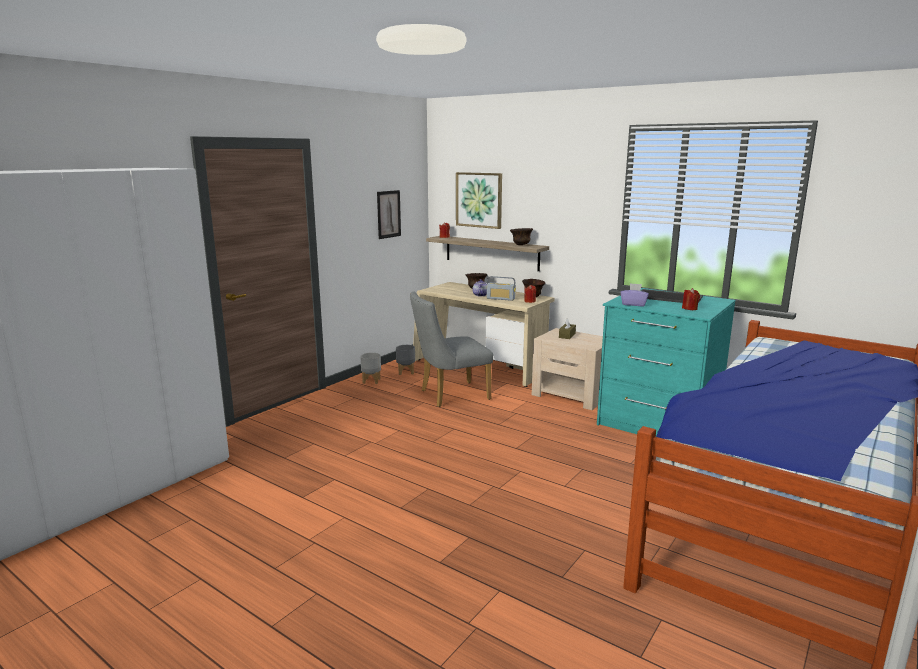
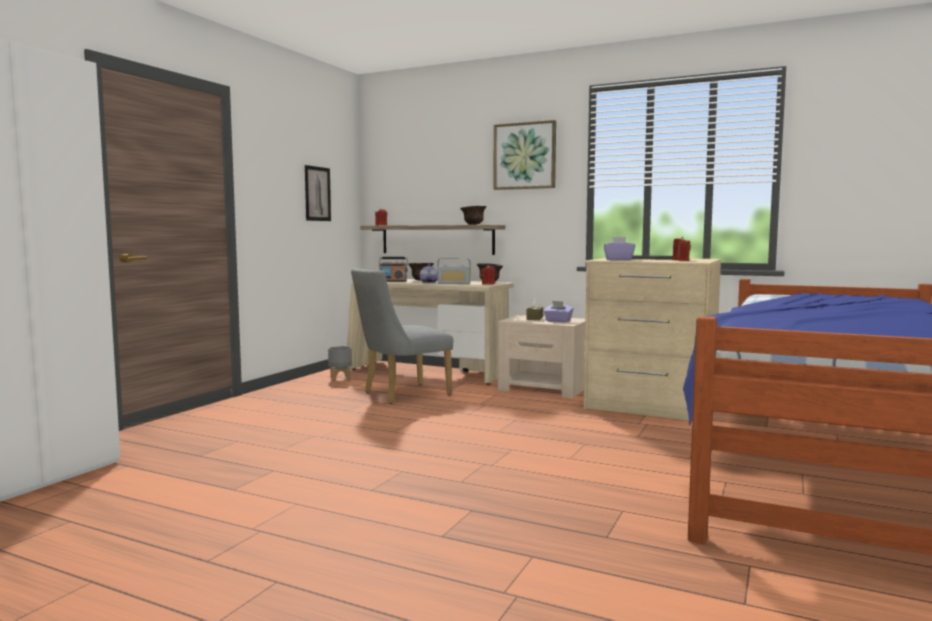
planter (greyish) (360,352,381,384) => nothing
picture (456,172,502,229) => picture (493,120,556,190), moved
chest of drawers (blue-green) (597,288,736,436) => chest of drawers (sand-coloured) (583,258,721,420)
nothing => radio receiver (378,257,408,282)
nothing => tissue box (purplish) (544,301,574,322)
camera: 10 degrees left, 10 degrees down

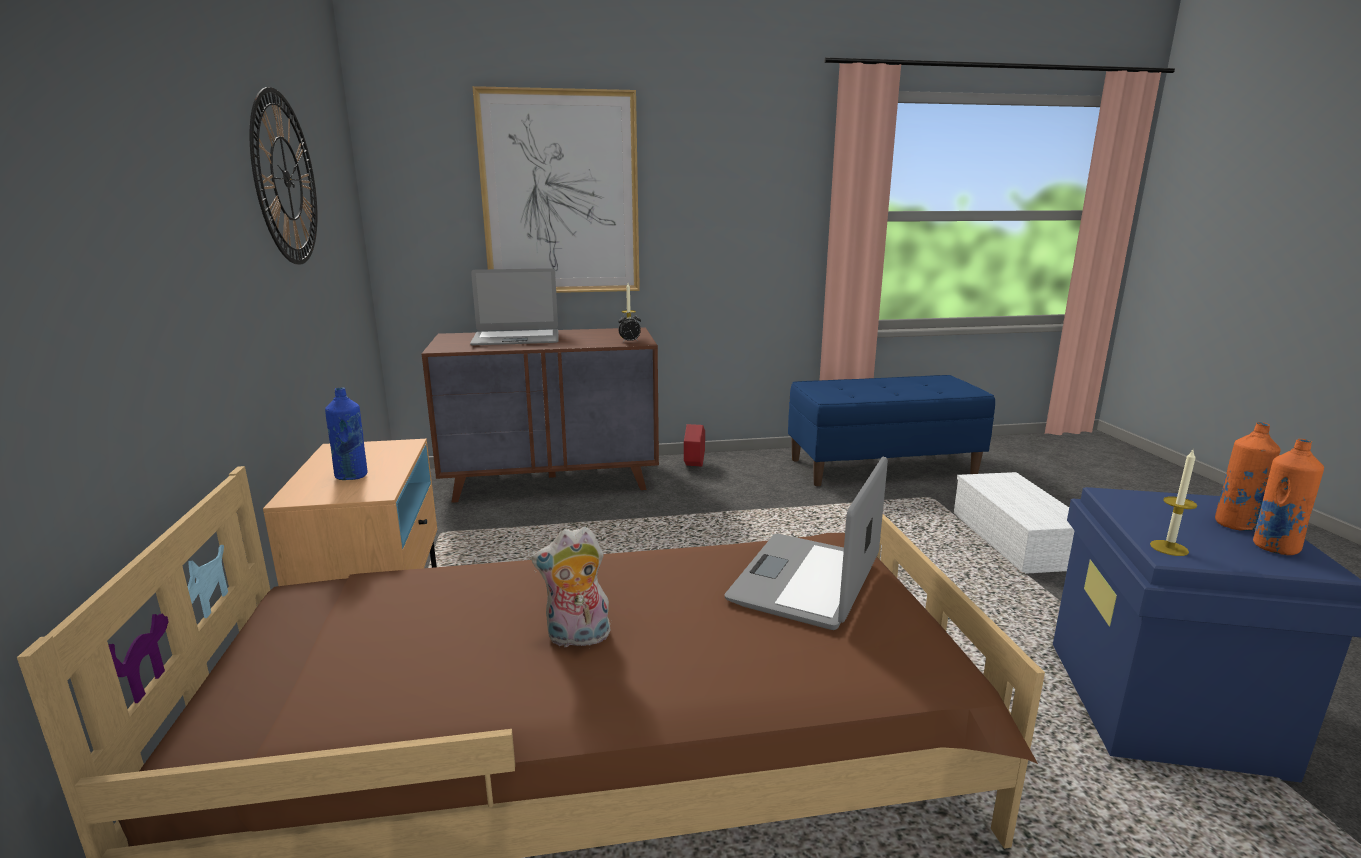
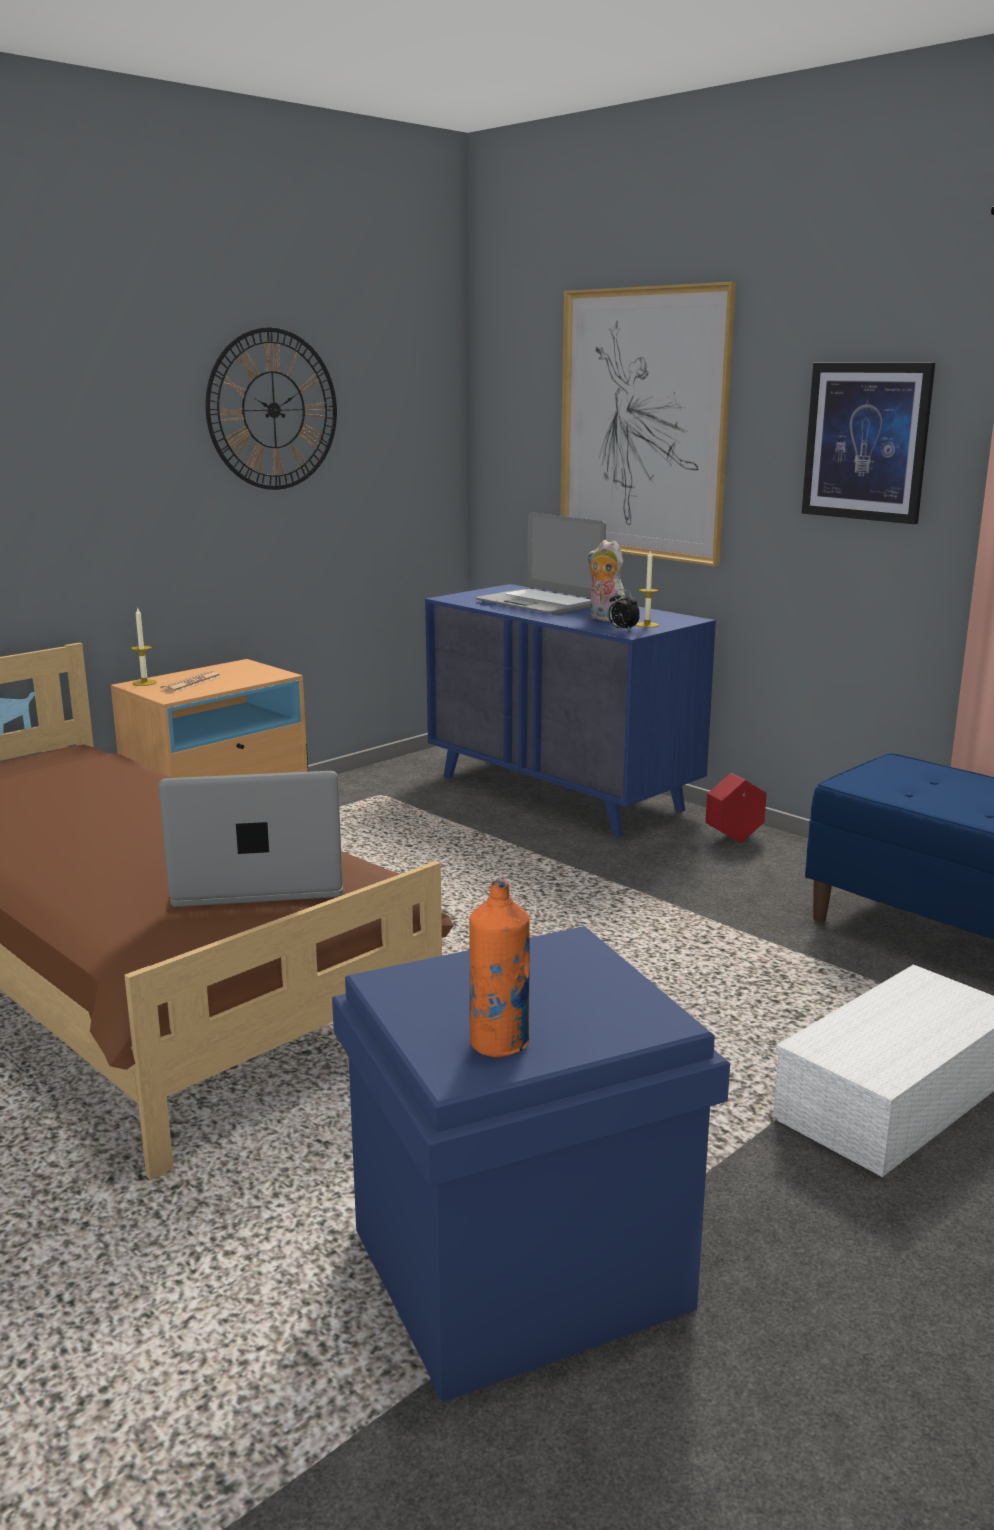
bottle (blue) (325,388,368,480) => daily paper (160,671,222,692)
chest of drawers (brown) (421,327,659,503) => chest of drawers (blue) (425,584,716,837)
soft toy (531,526,610,647) => soft toy (588,540,626,622), moved
wax light (1150,450,1198,556) => wax light (131,607,157,686), moved
bottle (orange-coloured) (1215,422,1281,531) => nothing
nothing => picture (802,363,935,524)
camera: 55 degrees right, 0 degrees up

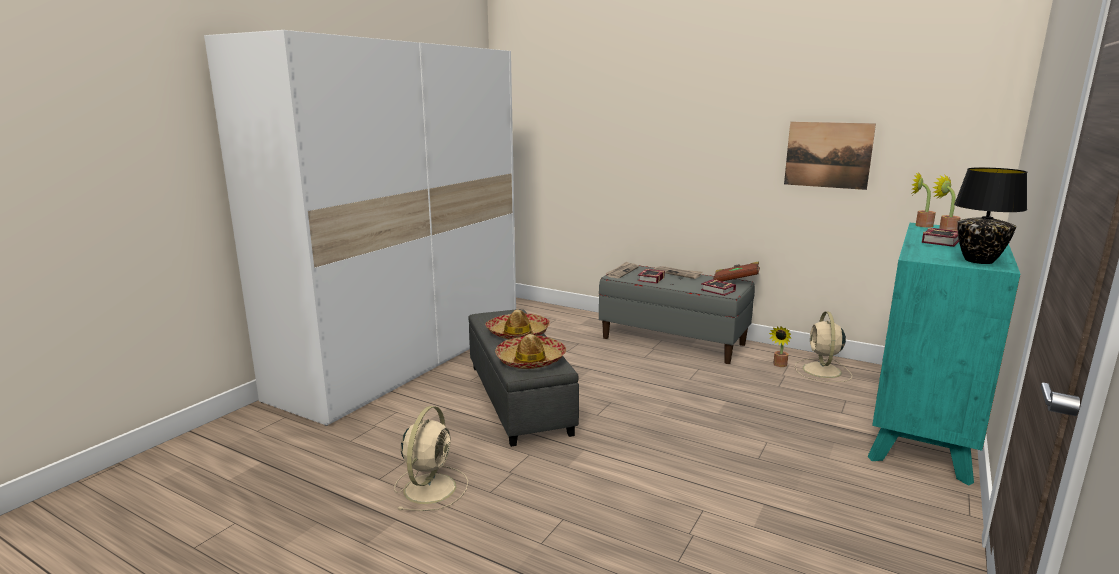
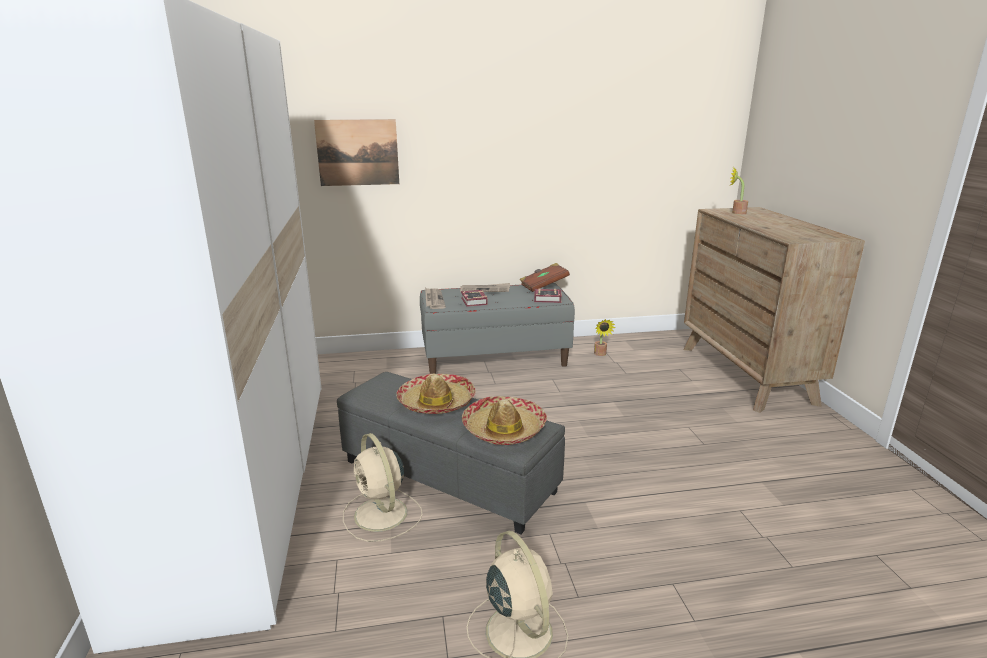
picture (784,122,876,190) => picture (314,119,399,186), moved
cooling fan (sand-coloured) (795,311,852,382) => cooling fan (sand-coloured) (343,433,422,542), moved
chest of drawers (blue-green) (867,223,1020,486) => chest of drawers (brown) (684,207,865,413)
houseplant (911,172,936,228) => nothing
bound book (922,228,959,247) => nothing
table lamp (blackish) (954,167,1028,264) => nothing
camera: 40 degrees left, 5 degrees up

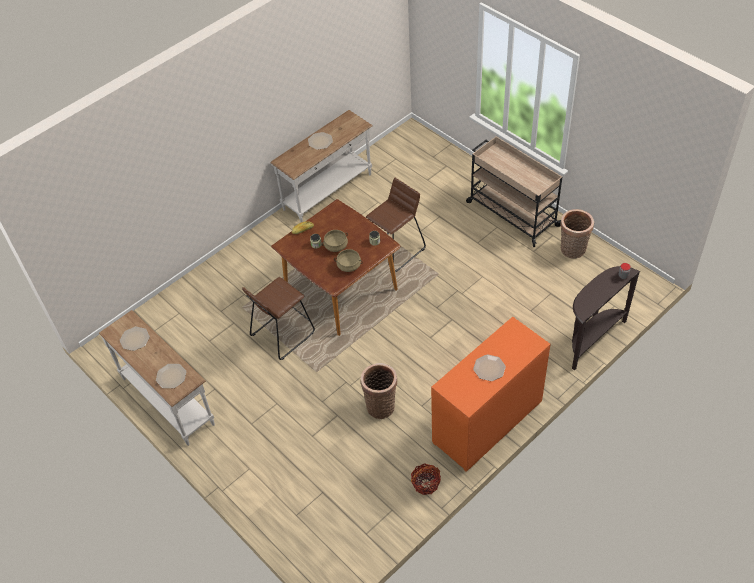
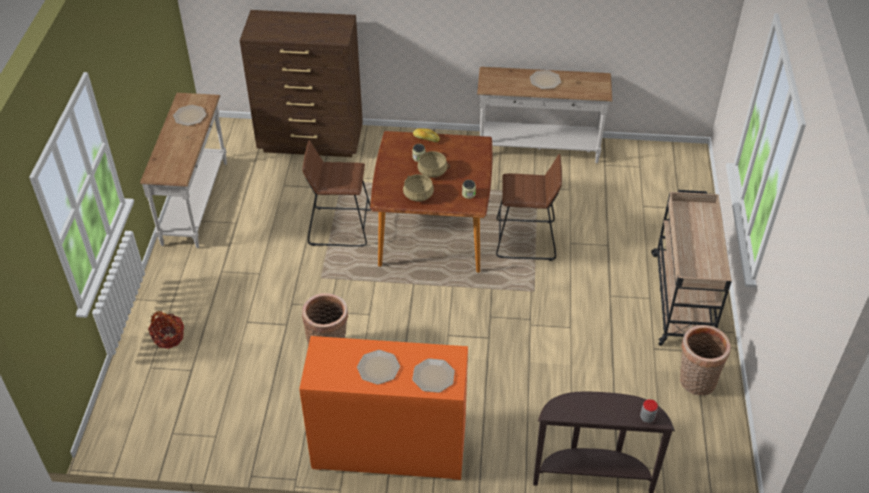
flat dish (156,364,186,388) => flat dish (412,358,455,393), moved
household basket (411,463,441,495) => household basket (148,311,184,349), moved
nothing => chest of drawers (brown) (239,10,363,157)
camera: 45 degrees right, 5 degrees down

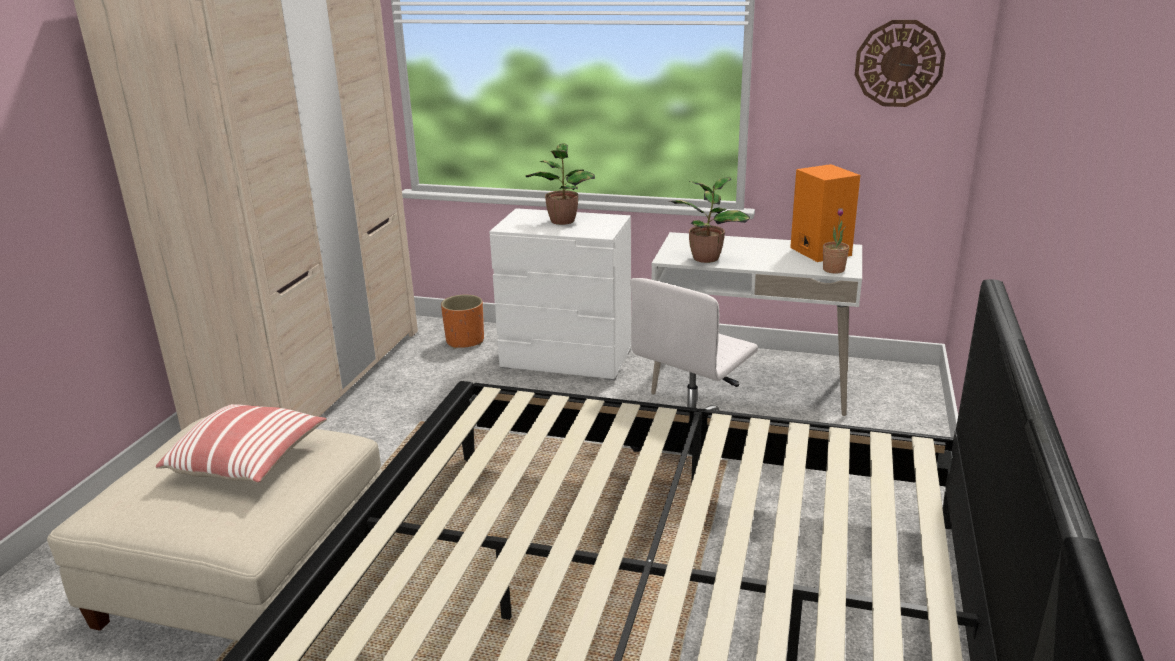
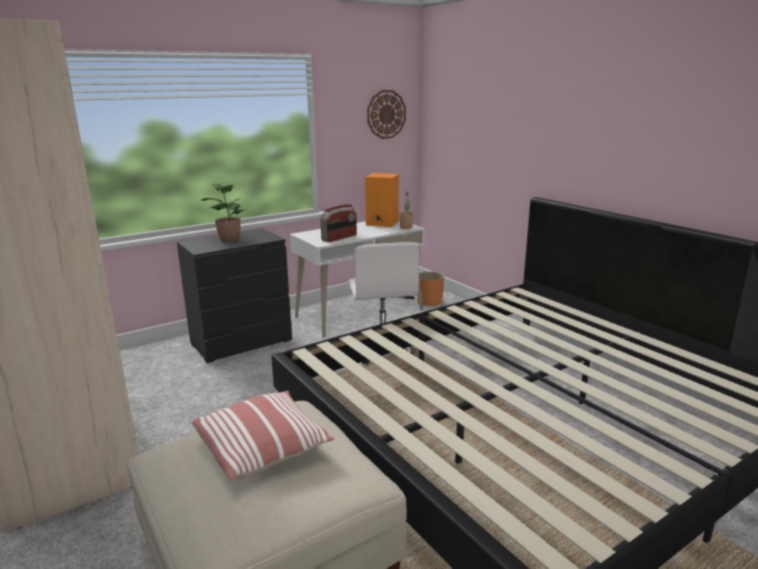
planter (orange-coloured) (441,295,484,349) => planter (orange-coloured) (417,271,444,307), moved
chest of drawers (whitish) (489,208,631,380) => chest of drawers (blackish) (177,228,292,363)
houseplant (670,177,750,263) => radio receiver (321,204,357,242)
camera: 50 degrees left, 5 degrees down

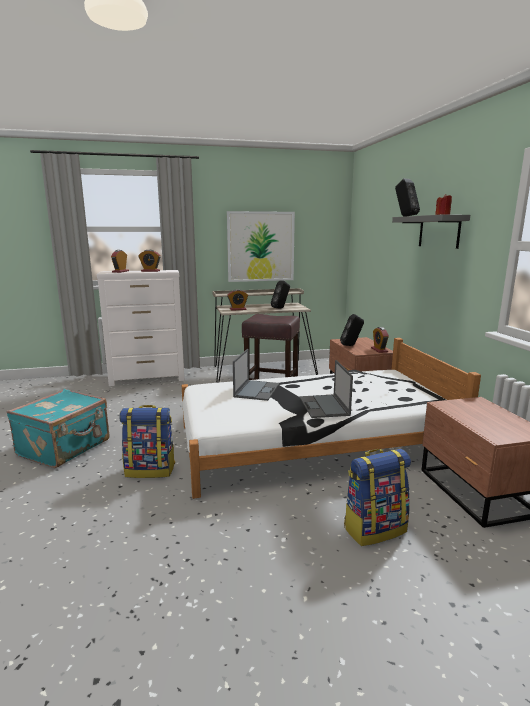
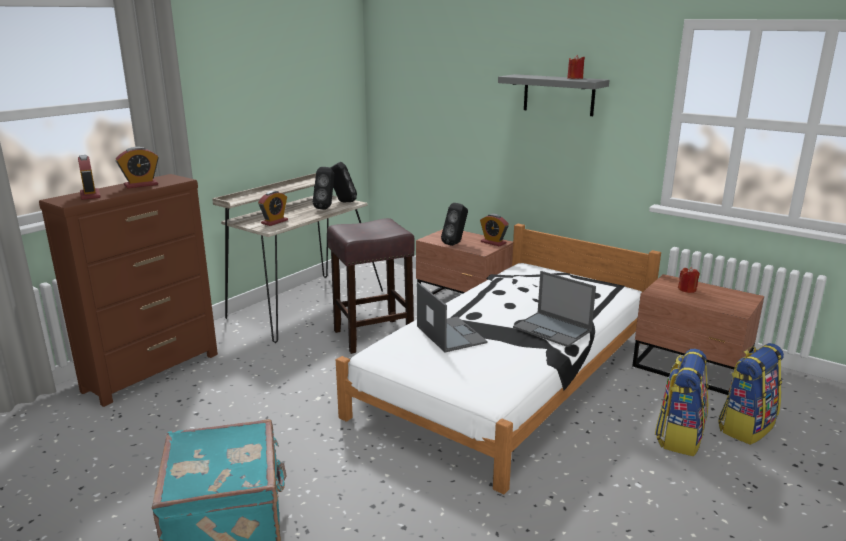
chest of drawers (whitish) (97,270,185,386) => chest of drawers (brown) (39,174,218,407)
rucksack (119,405,175,478) => rucksack (718,343,784,445), moved
picture (227,211,295,282) => nothing
loudspeaker (blackish) (395,178,420,217) => loudspeaker (blackish) (330,162,357,202), moved
nothing => wax light (reddish) (678,267,700,293)
camera: 40 degrees left, 5 degrees up

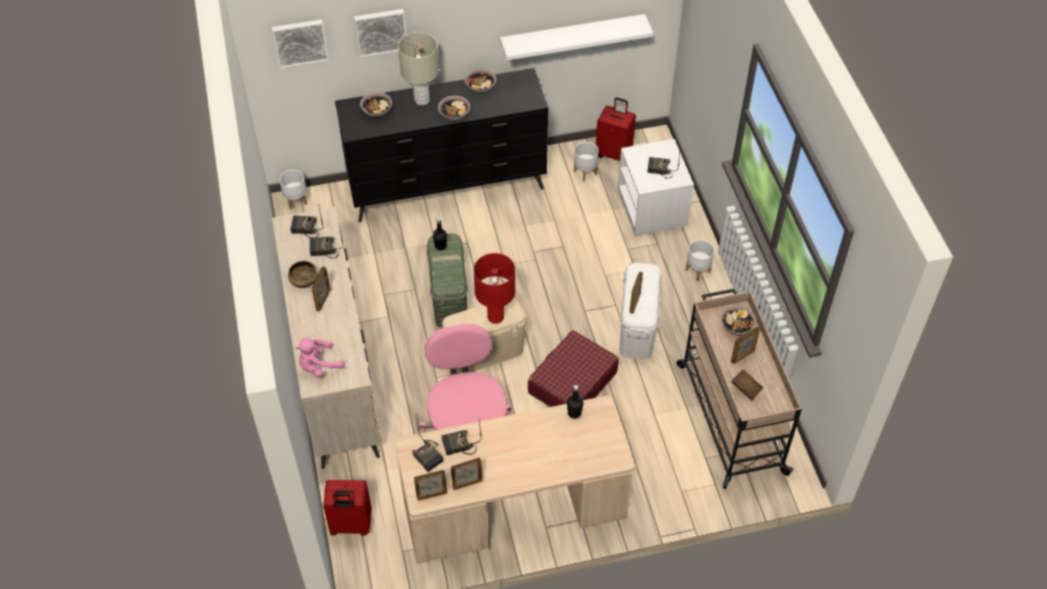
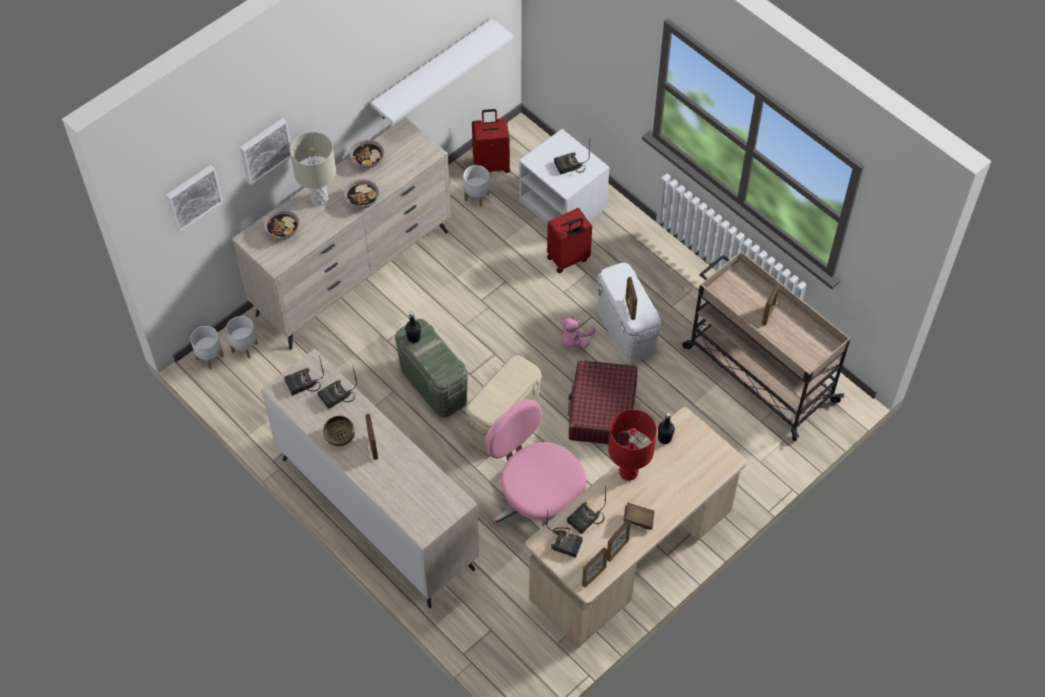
soft toy (pink) (296,337,345,378) => soft toy (pink) (561,316,595,348), moved
piece of luggage (reddish) (323,480,372,536) => piece of luggage (reddish) (547,208,592,273), moved
chest of drawers (blackish) (335,68,548,222) => chest of drawers (sand-coloured) (232,117,451,350)
table lamp (reddish) (474,253,515,324) => table lamp (reddish) (608,409,657,481), moved
planter (whitish) (685,240,714,281) => planter (whitish) (226,316,258,359), moved
bowl (721,305,756,335) => nothing
bound book (brown) (731,369,763,401) => bound book (brown) (624,502,654,530), moved
camera: 30 degrees left, 5 degrees up

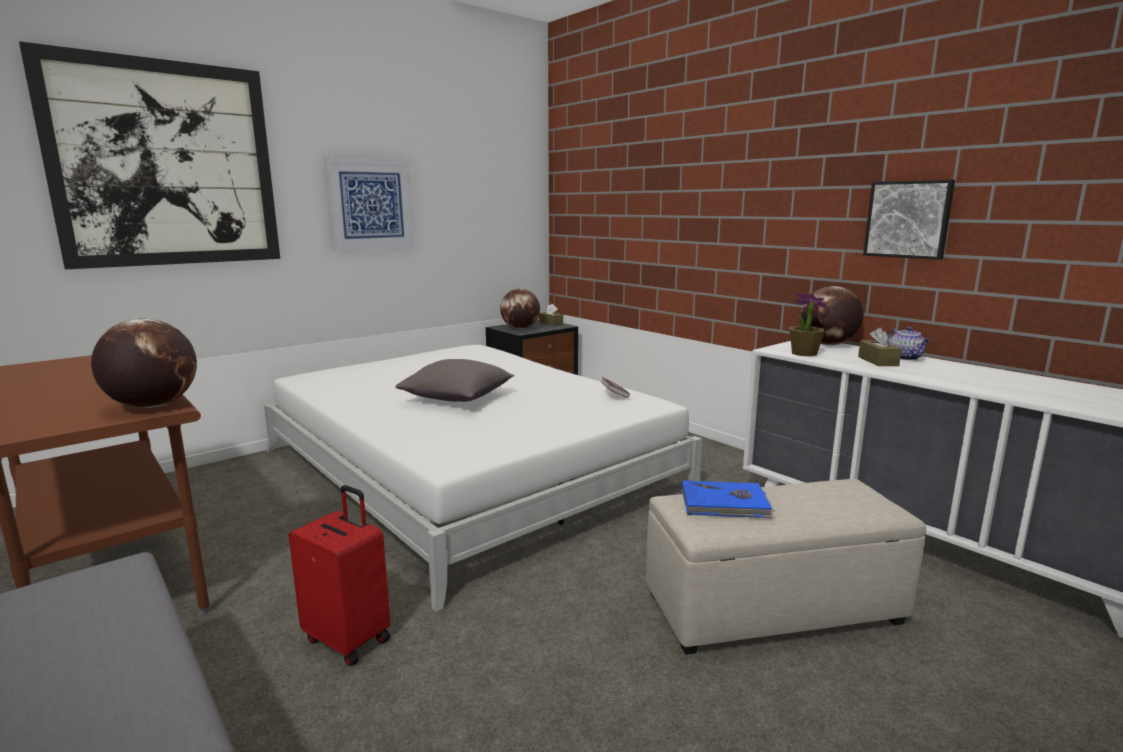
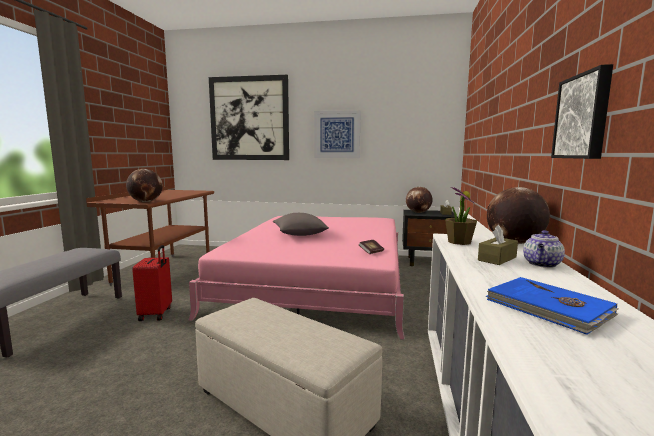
sleeping bed (whitish) (264,345,702,612) => sleeping bed (pink) (188,216,405,340)
bound book (blue) (682,481,775,518) => bound book (blue) (486,277,619,335), moved
camera: 50 degrees right, 5 degrees down

